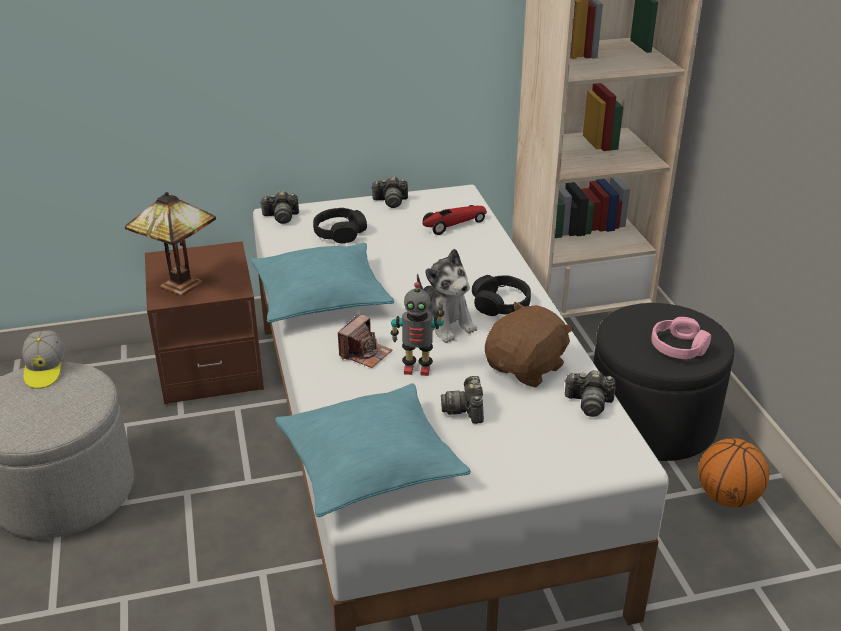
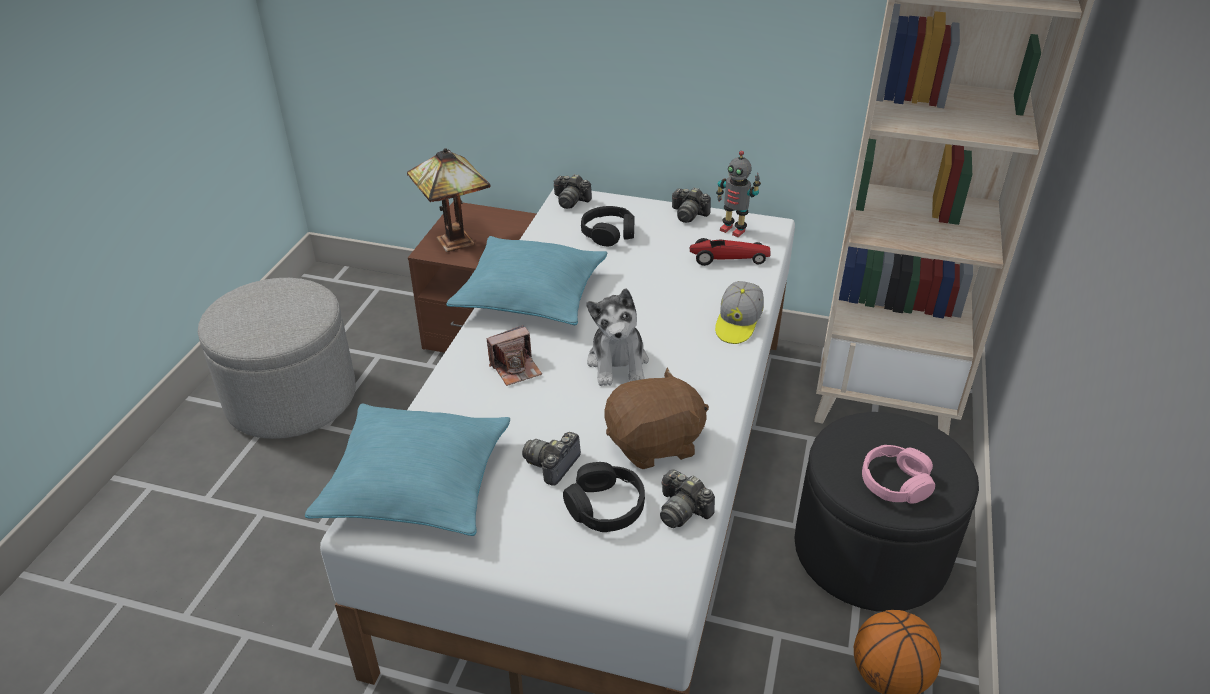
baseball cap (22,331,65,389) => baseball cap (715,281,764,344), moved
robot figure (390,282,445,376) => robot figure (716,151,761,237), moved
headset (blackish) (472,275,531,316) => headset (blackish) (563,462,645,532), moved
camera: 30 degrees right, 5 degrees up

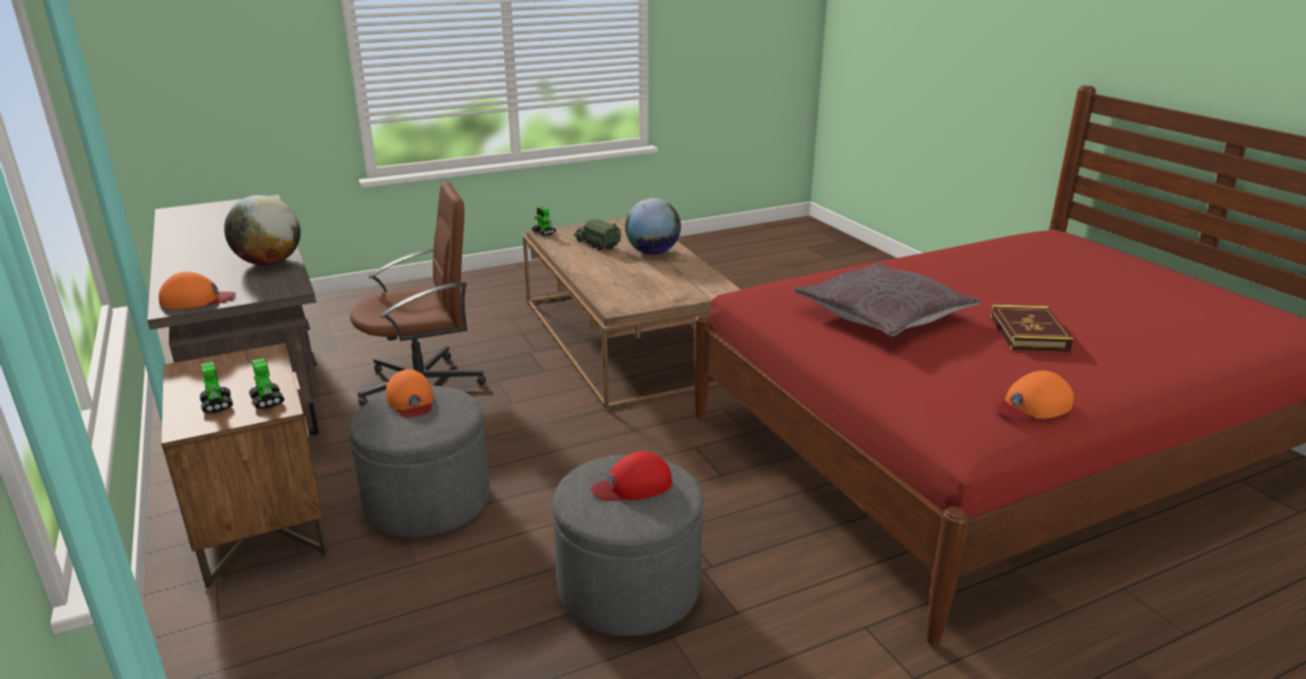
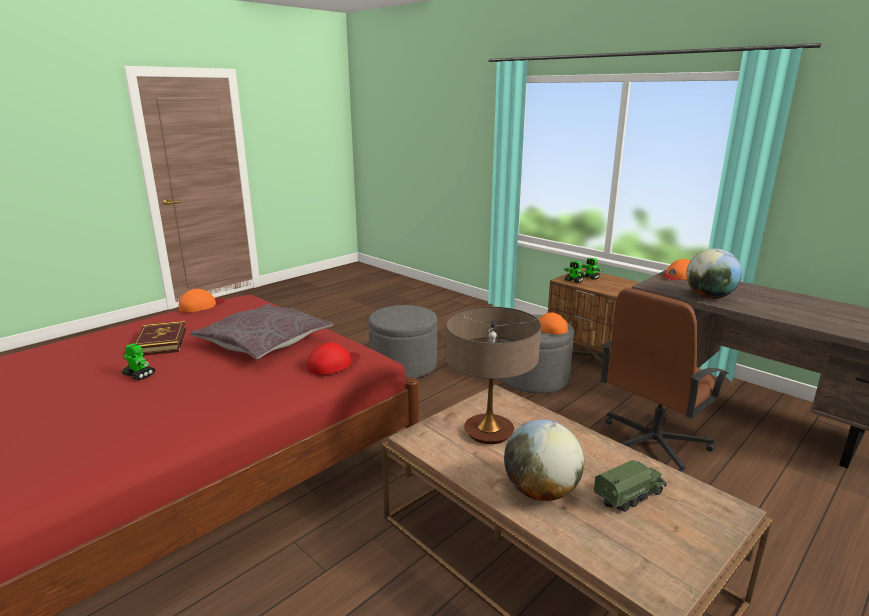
robot figure (532,206,556,236) => robot figure (122,343,155,380), moved
toy truck (574,219,621,250) => toy truck (593,460,667,512), 60 degrees counterclockwise
baseball cap (reddish) (590,451,672,501) => baseball cap (reddish) (307,343,360,375), moved
nothing => table lamp (445,307,541,444)
camera: 160 degrees right, 5 degrees down

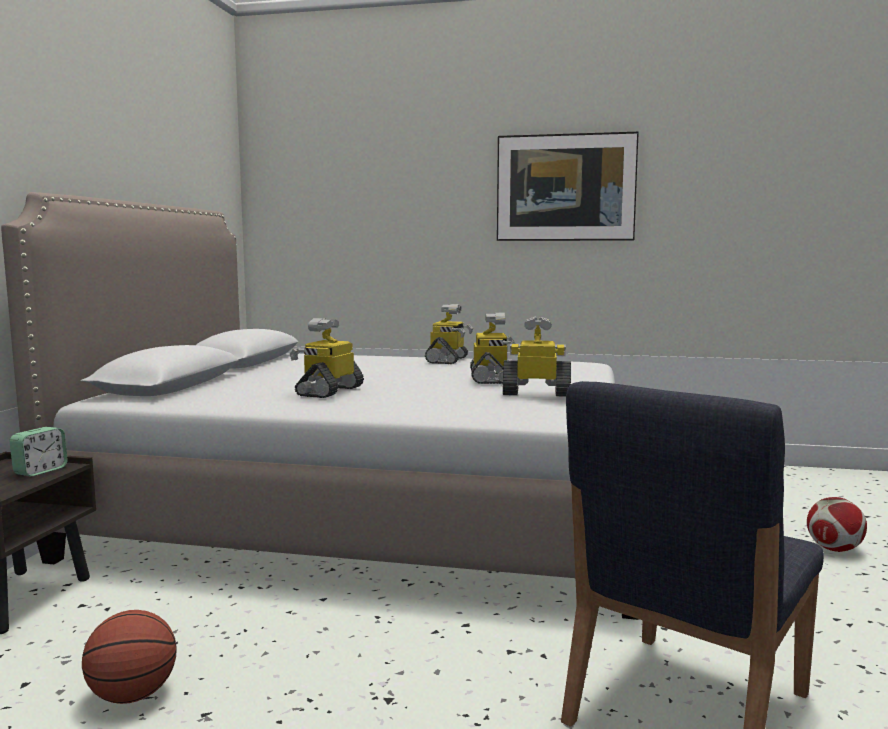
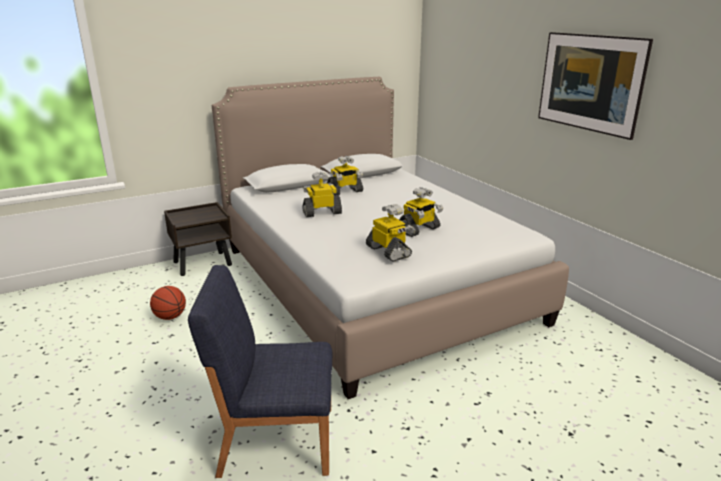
alarm clock (10,427,68,477) => nothing
robot figure (425,304,473,364) => robot figure (327,156,363,195), moved
ball for football (807,497,867,552) => nothing
camera: 50 degrees right, 15 degrees up

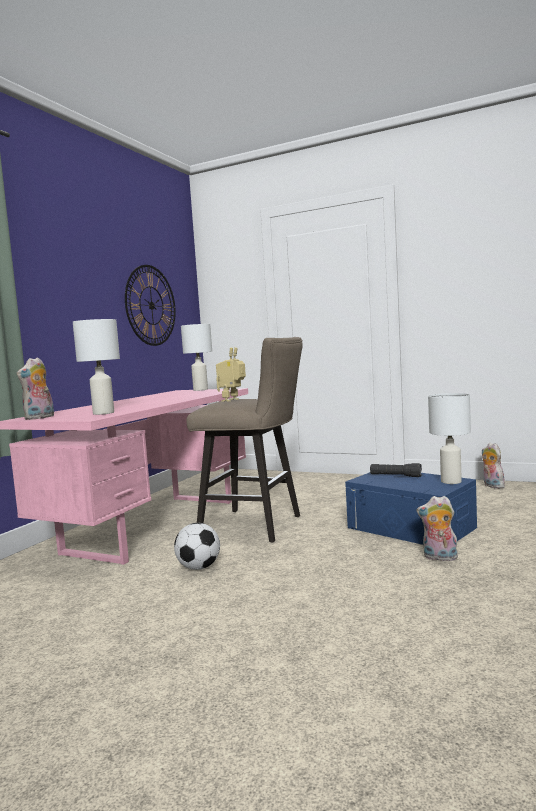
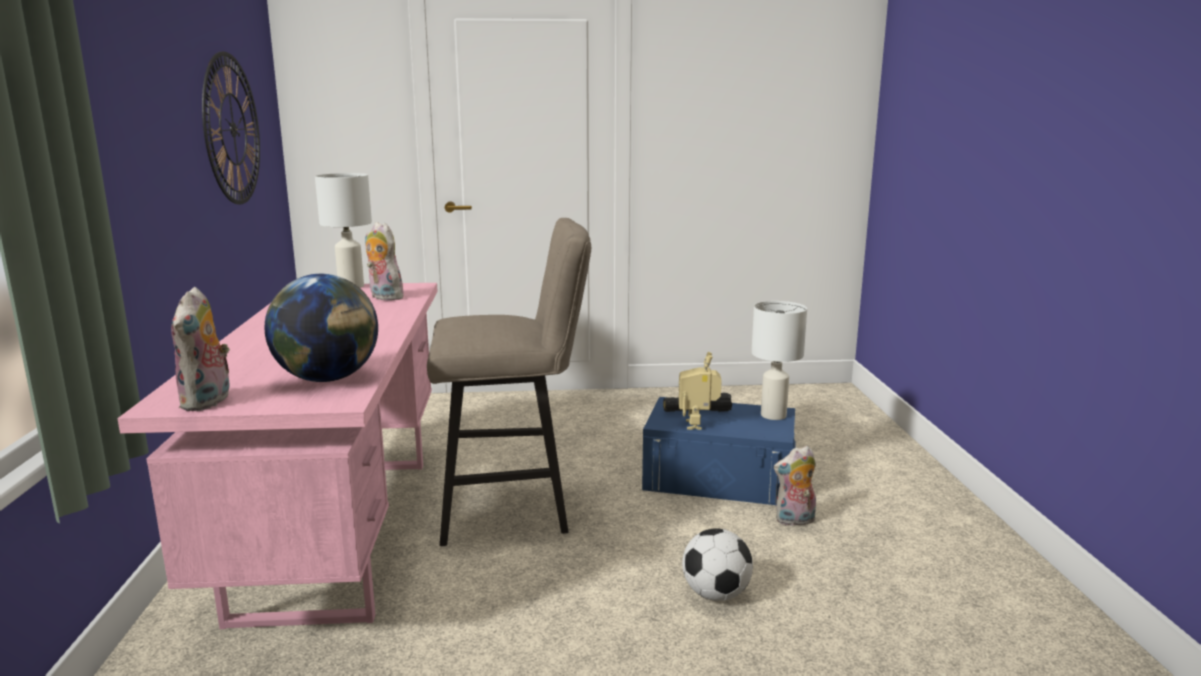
table lamp (whitish) (73,319,120,415) => desk globe (264,274,378,382)
ball for football (174,523,220,570) => ball for football (682,528,753,601), moved
robot figure (216,347,246,401) => robot figure (679,352,721,430), moved
soft toy (482,442,505,488) => soft toy (365,222,404,301), moved
camera: 30 degrees left, 10 degrees up

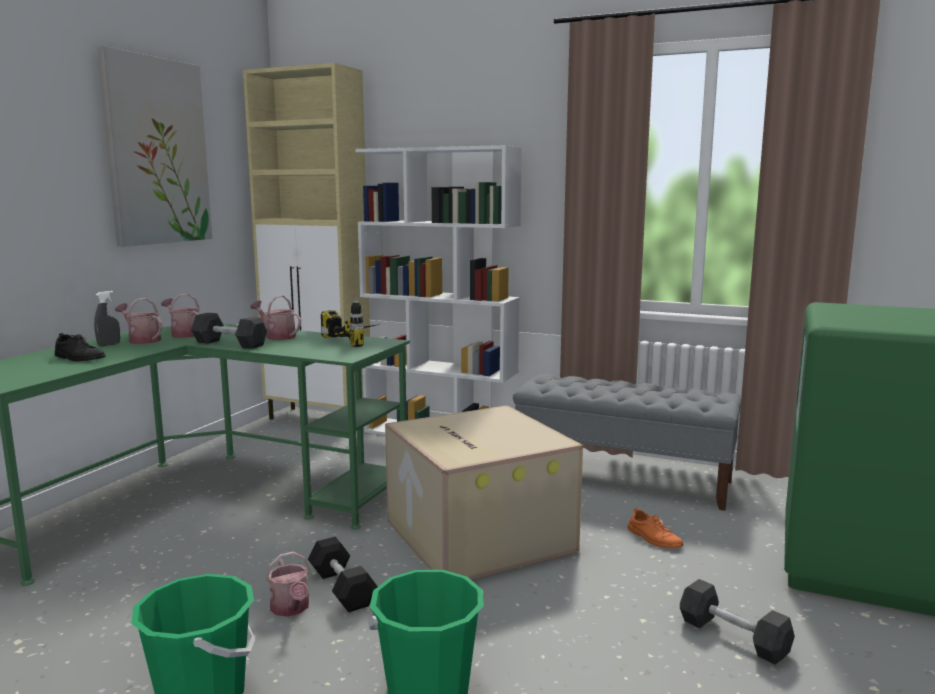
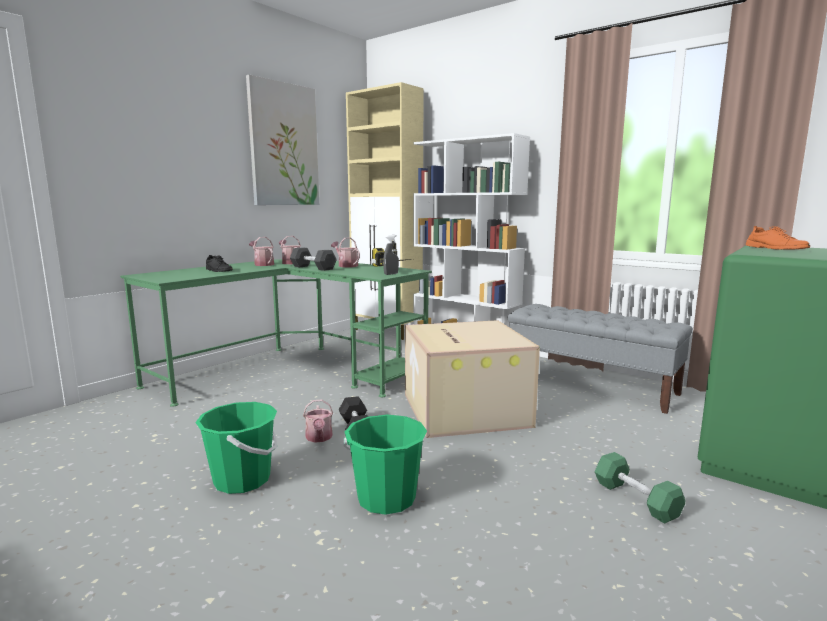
spray bottle (greyish) (94,291,120,347) => spray bottle (greyish) (383,235,399,275), moved
item of footwear (orange-coloured) (628,508,684,548) => item of footwear (orange-coloured) (746,226,810,250), moved
free weight (greyish) (680,579,795,664) => free weight (green-coloured) (595,452,685,524)
camera: 15 degrees right, 0 degrees up

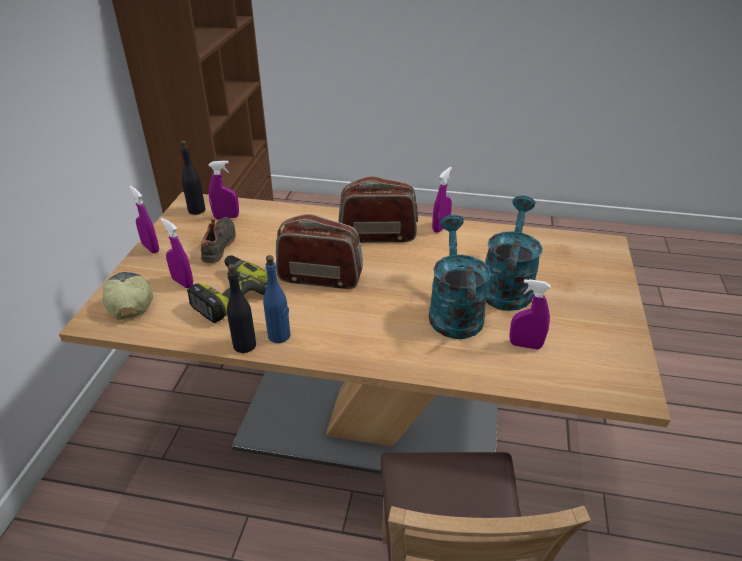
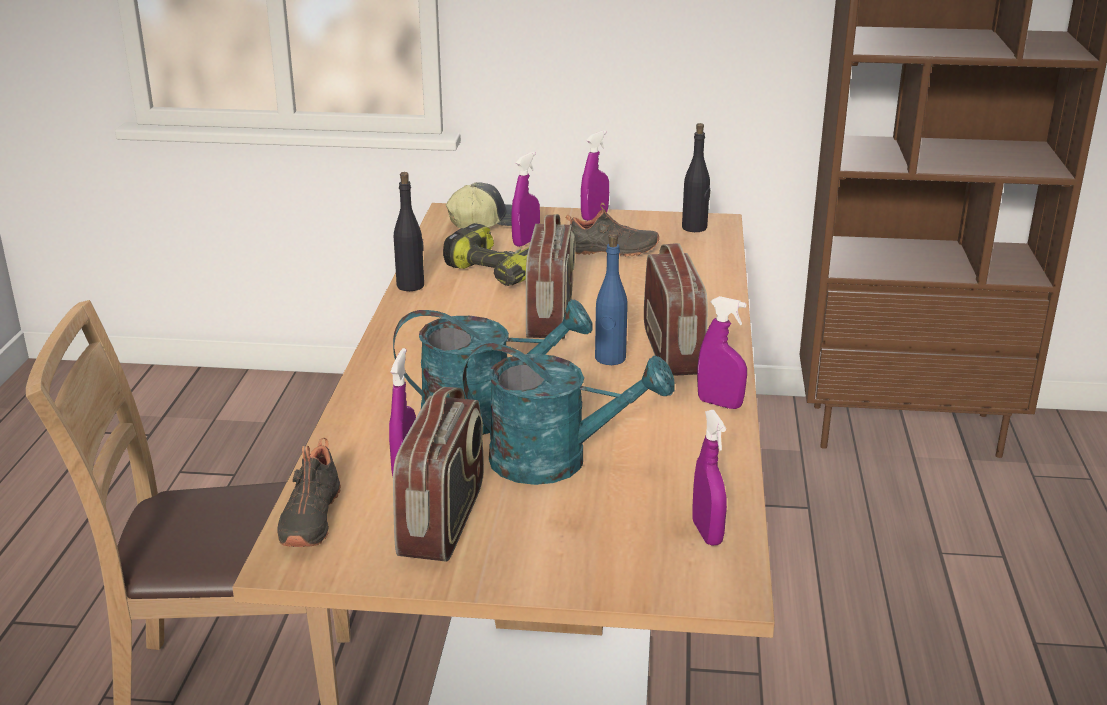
spray bottle (purplish) (209,160,239,219) => spray bottle (purplish) (692,410,727,546), moved
bottle (blue) (263,255,291,343) => bottle (blue) (595,233,628,365), moved
nothing => item of footwear (blackish) (277,438,341,547)
nothing => radio receiver (393,387,484,562)
camera: 85 degrees right, 10 degrees down

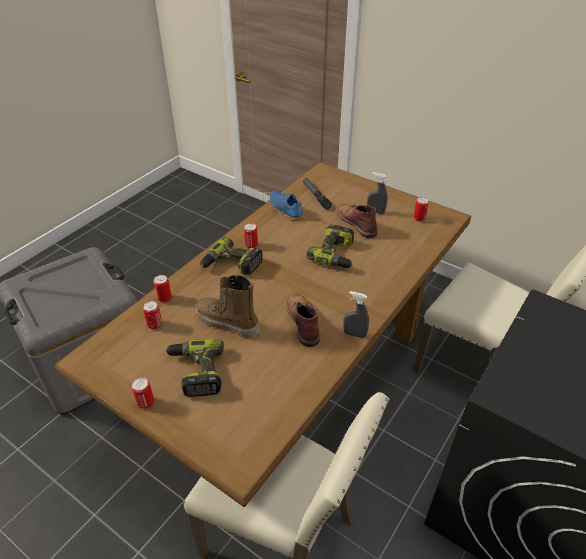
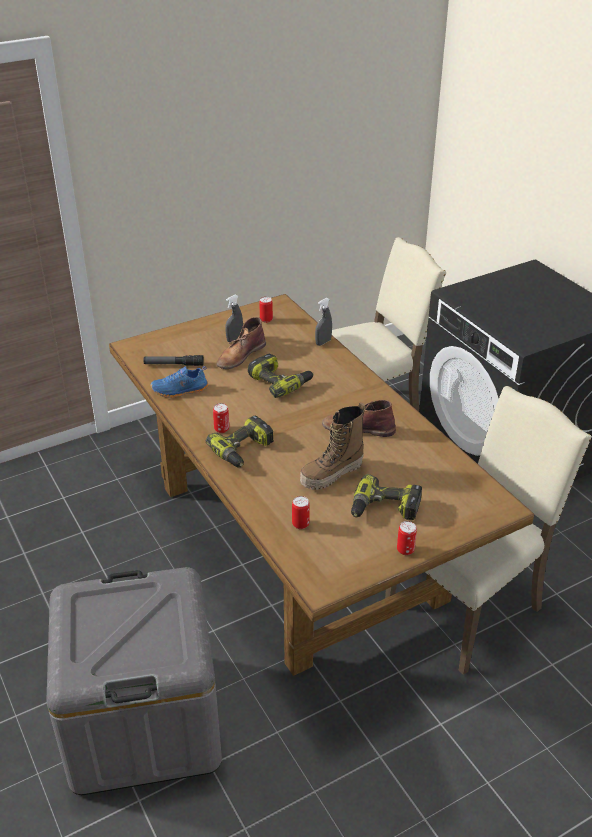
sealed can (154,275,171,302) => nothing
boot (brown) (336,204,378,238) => boot (brown) (216,317,266,369), 45 degrees counterclockwise
spray bottle (greyish) (343,291,369,338) => spray bottle (greyish) (315,298,332,346), moved
camera: 65 degrees left, 5 degrees down

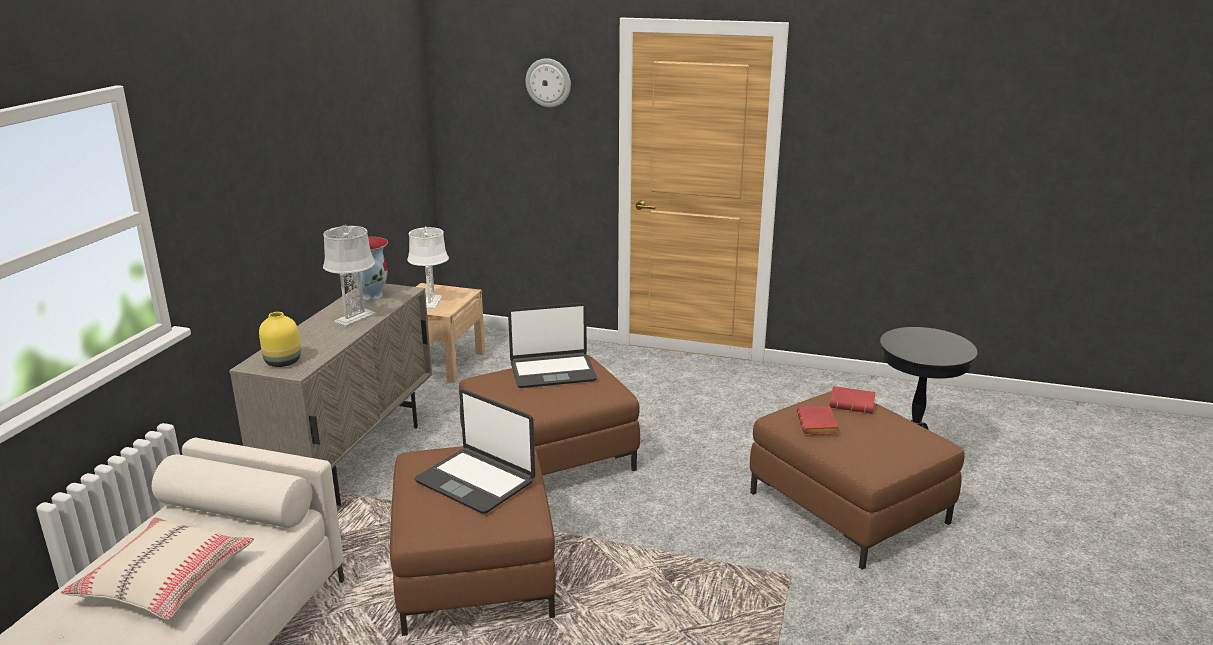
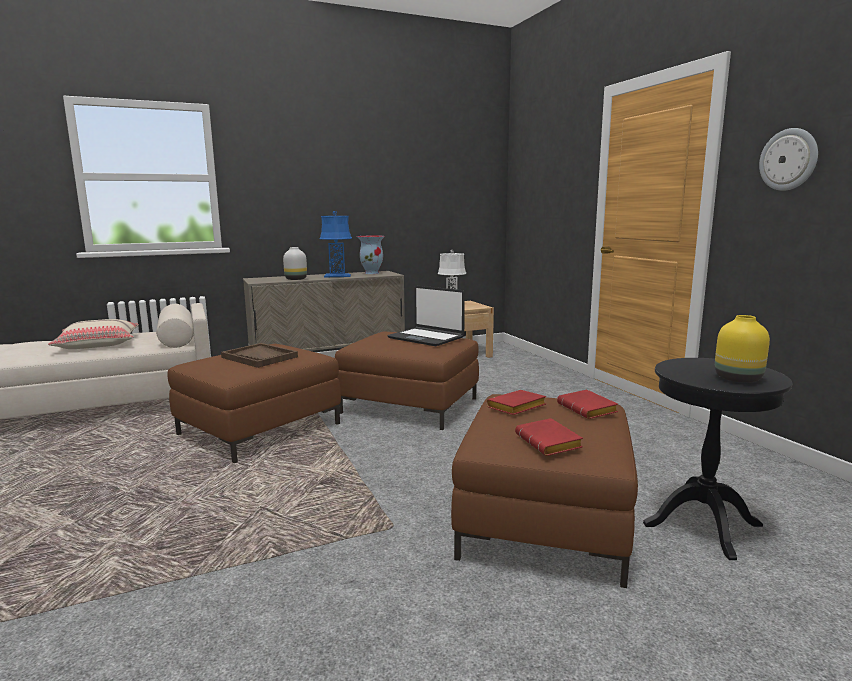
vase (yellow) (259,312,301,367) => vase (yellow) (715,315,770,383), moved
table lamp (greyish) (323,225,377,327) => table lamp (blue) (319,211,352,277)
portable computer (414,390,535,514) => tray (brown) (221,343,298,368)
clock on the wall (525,58,571,107) => clock on the wall (759,128,818,191), moved
nothing => vase (whitish) (283,247,307,280)
nothing => bound book (reddish) (515,418,583,456)
camera: 50 degrees right, 10 degrees down

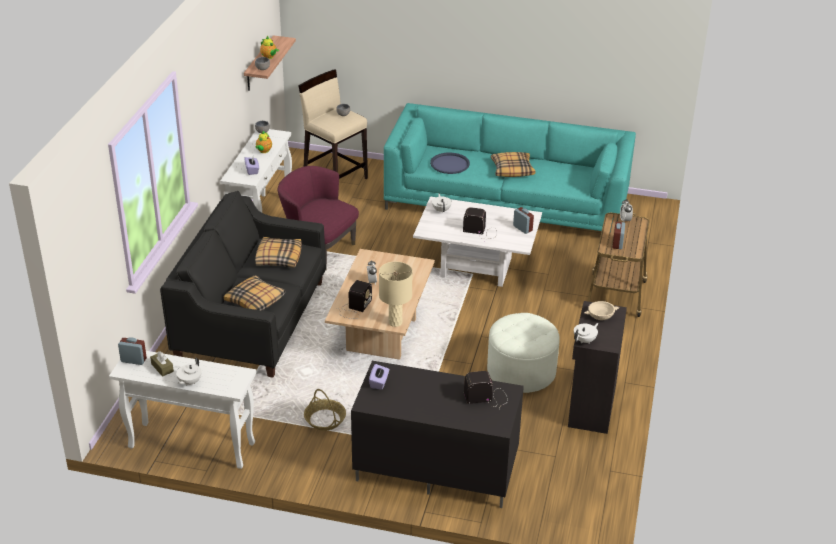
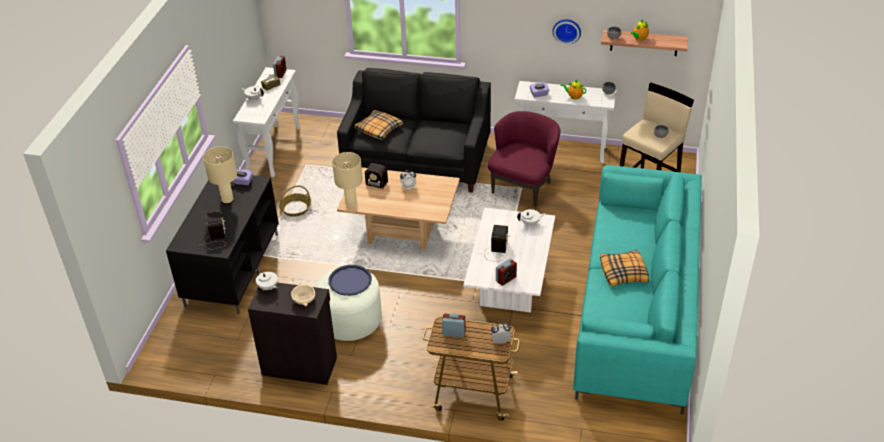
pillow (255,237,302,268) => nothing
tray (blue) (430,153,470,174) => tray (blue) (328,265,372,296), moved
nothing => table lamp (sand-coloured) (203,146,237,203)
nothing => clock on the wall (553,19,581,44)
camera: 90 degrees right, 5 degrees up

